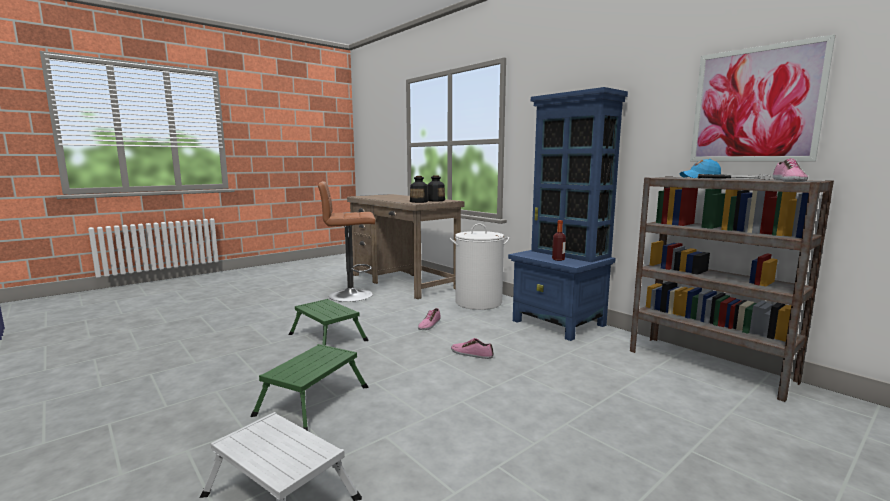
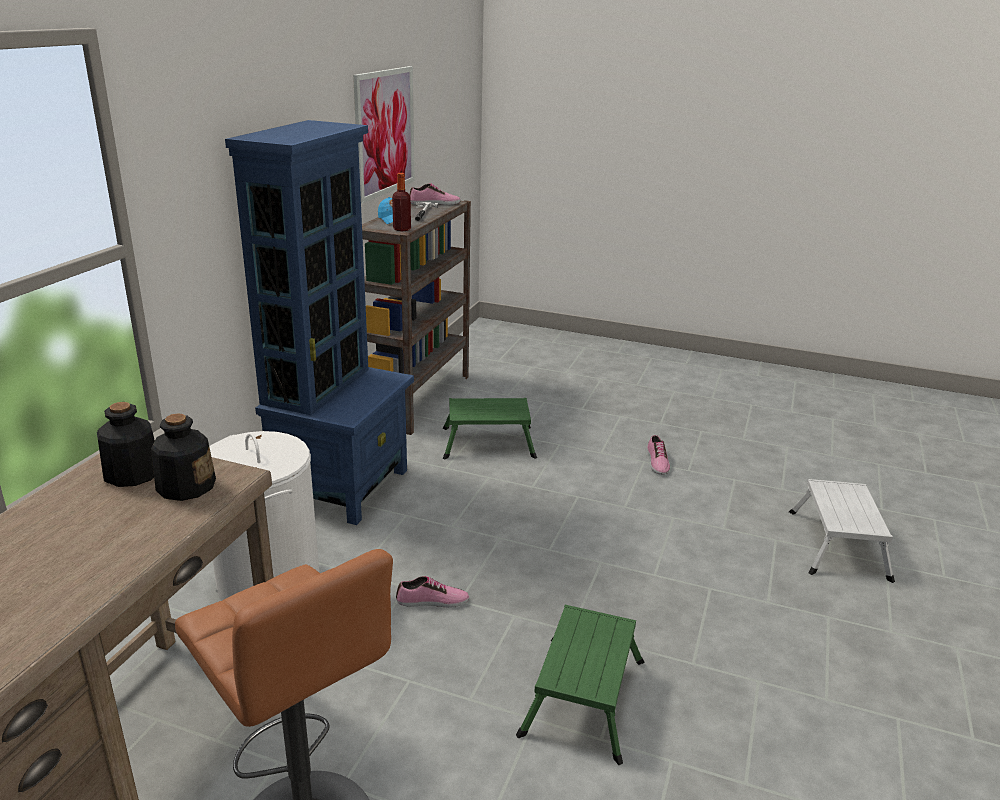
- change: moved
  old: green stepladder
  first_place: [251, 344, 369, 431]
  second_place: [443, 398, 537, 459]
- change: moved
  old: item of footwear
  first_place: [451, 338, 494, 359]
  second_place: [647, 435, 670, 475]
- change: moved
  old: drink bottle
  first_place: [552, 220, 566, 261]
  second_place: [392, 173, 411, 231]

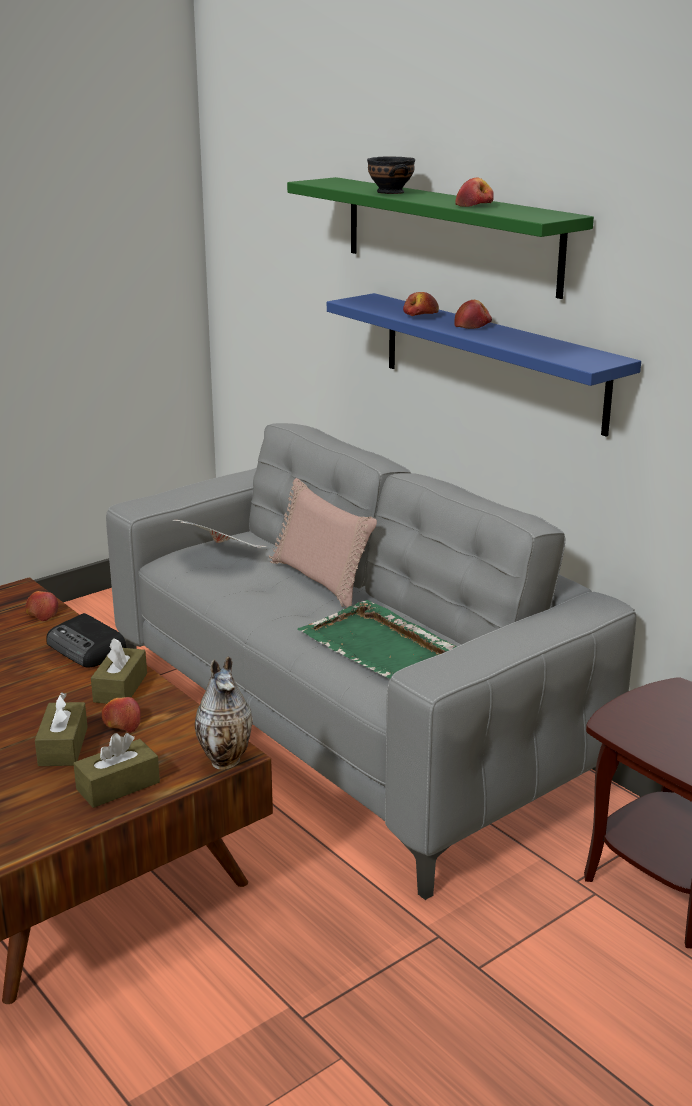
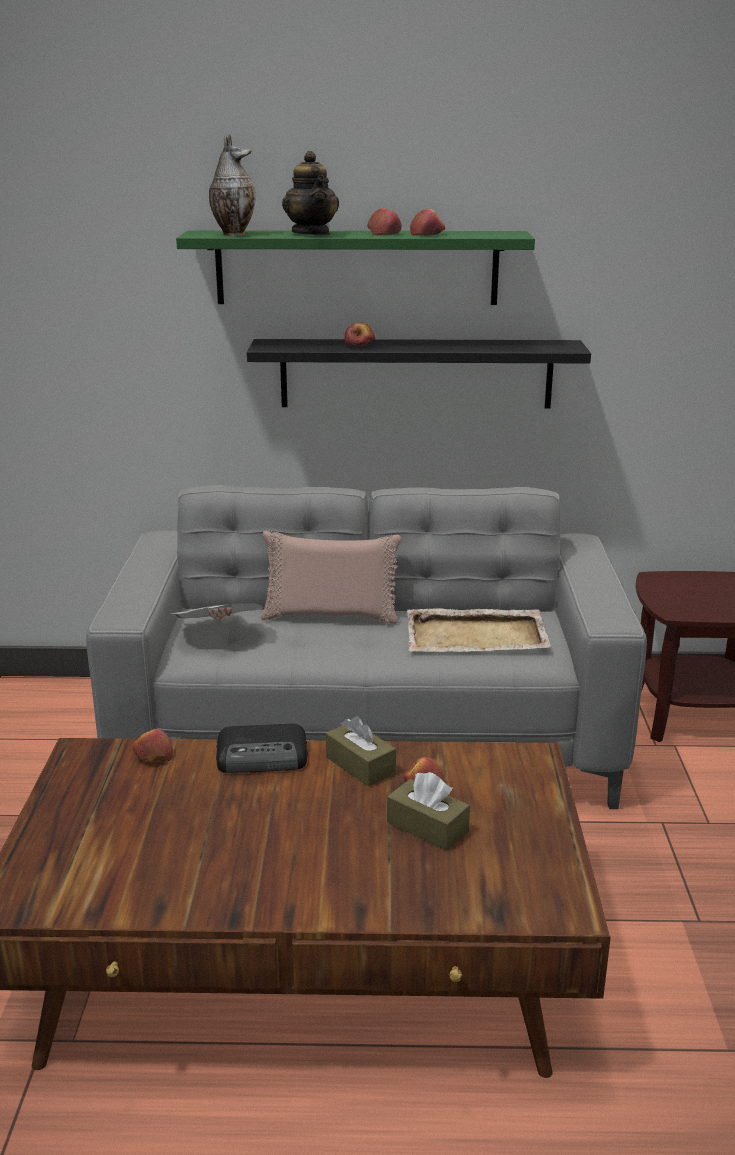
- change: removed
  old: brown box of tissues
  first_place: [73, 733, 160, 808]
- change: moved
  old: decorative vase
  first_place: [195, 657, 253, 770]
  second_place: [209, 134, 256, 236]
- change: moved
  old: apple
  first_place: [454, 300, 492, 329]
  second_place: [368, 208, 402, 235]
- change: replaced
  old: blackish bowl
  new: teapot
  first_place: [367, 156, 415, 194]
  second_place: [282, 151, 339, 235]
- change: recoloured
  old: green carrying tray
  new: beige carrying tray
  first_place: [297, 600, 457, 679]
  second_place: [407, 608, 551, 652]
- change: recoloured
  old: blue bracket shelf
  new: blackish bracket shelf
  first_place: [327, 293, 641, 437]
  second_place: [247, 339, 591, 409]

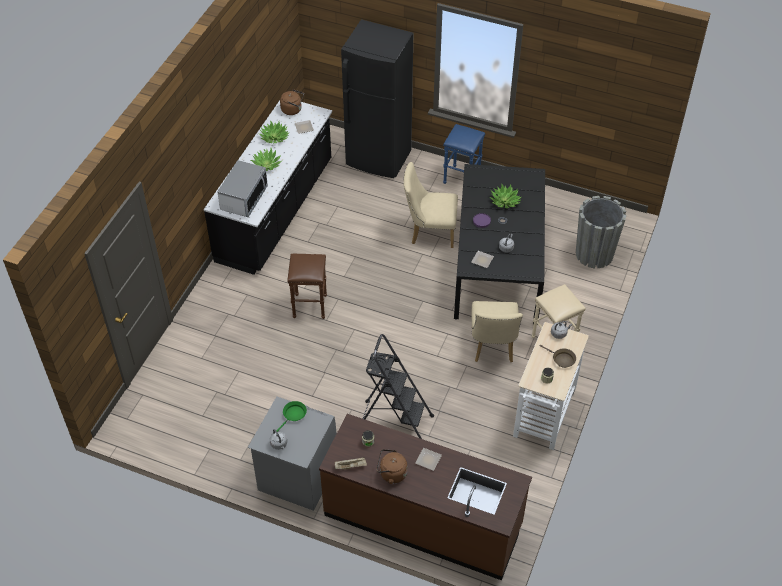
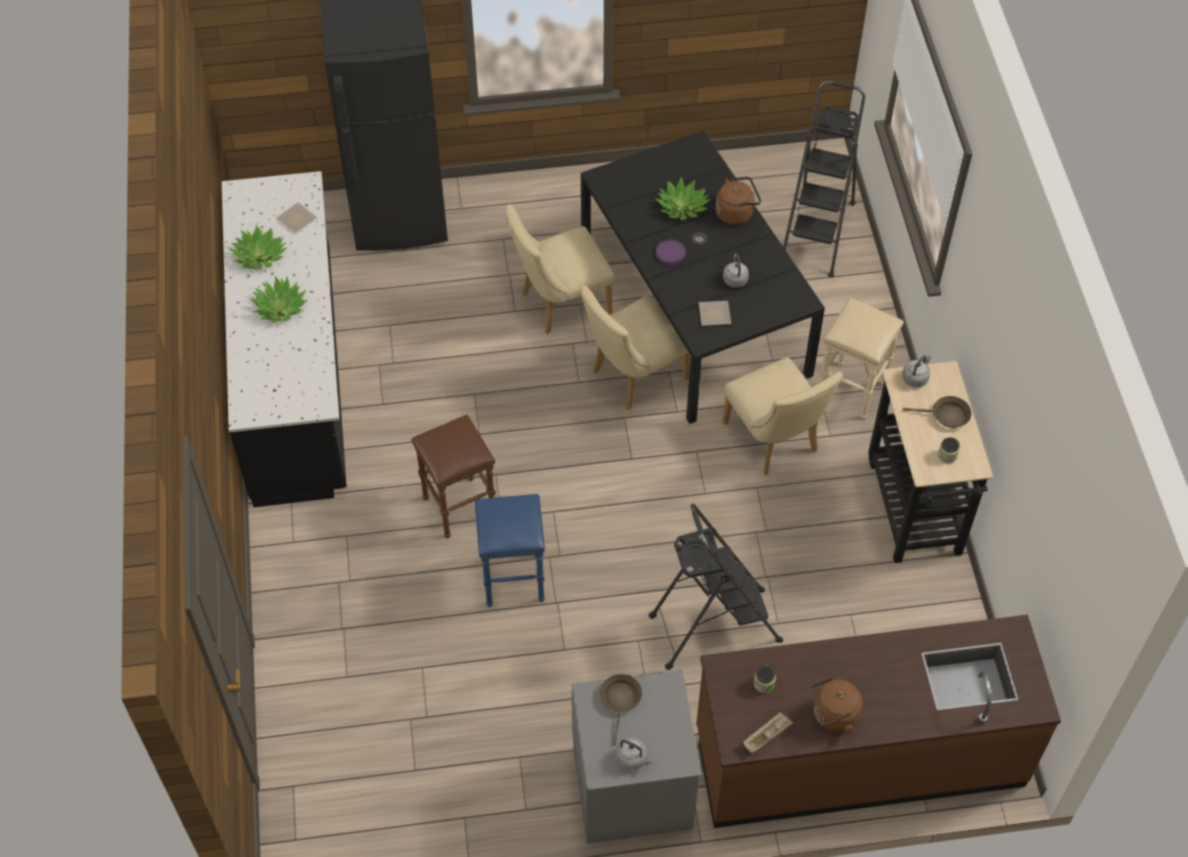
- change: removed
  old: microwave oven
  first_place: [217, 160, 268, 217]
- change: removed
  old: dinner plate
  first_place: [415, 448, 442, 471]
- change: added
  new: beige plain chair
  second_place: [580, 285, 690, 410]
- change: moved
  old: brown kettle
  first_place: [280, 89, 304, 115]
  second_place: [716, 177, 761, 225]
- change: moved
  old: blue stool
  first_place: [443, 124, 485, 184]
  second_place: [475, 494, 545, 607]
- change: replaced
  old: greyish planter
  new: stepladder
  first_place: [576, 196, 626, 269]
  second_place: [783, 81, 865, 278]
- change: recoloured
  old: green pan
  new: brown pan
  first_place: [276, 401, 307, 432]
  second_place: [600, 674, 642, 745]
- change: recoloured
  old: whitish trolley
  new: blackish trolley
  first_place: [513, 322, 589, 450]
  second_place: [868, 361, 993, 563]

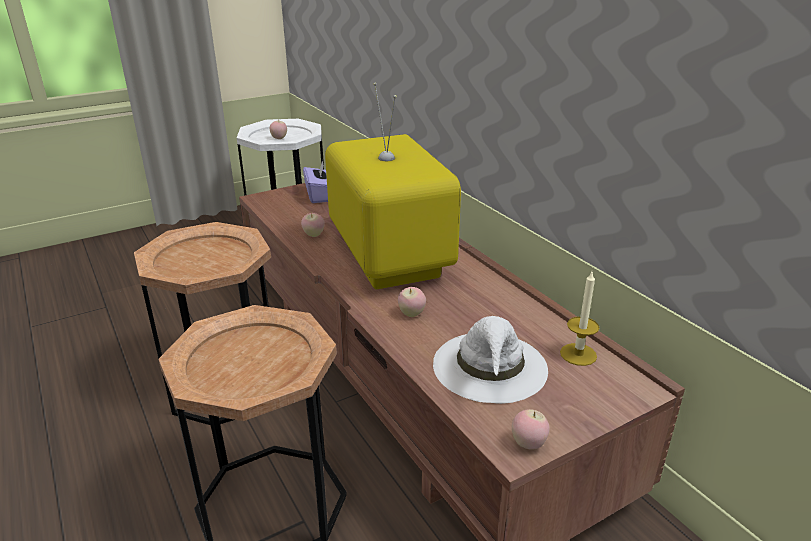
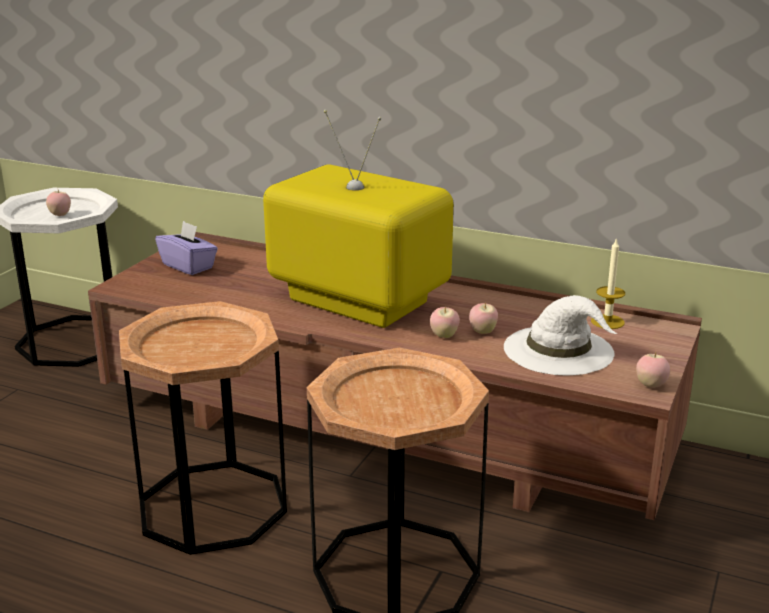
- change: moved
  old: apple
  first_place: [301, 212, 325, 237]
  second_place: [469, 303, 498, 334]

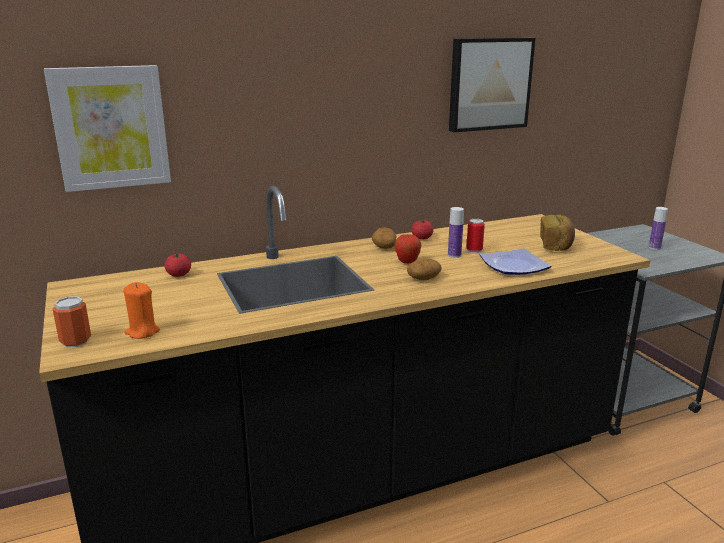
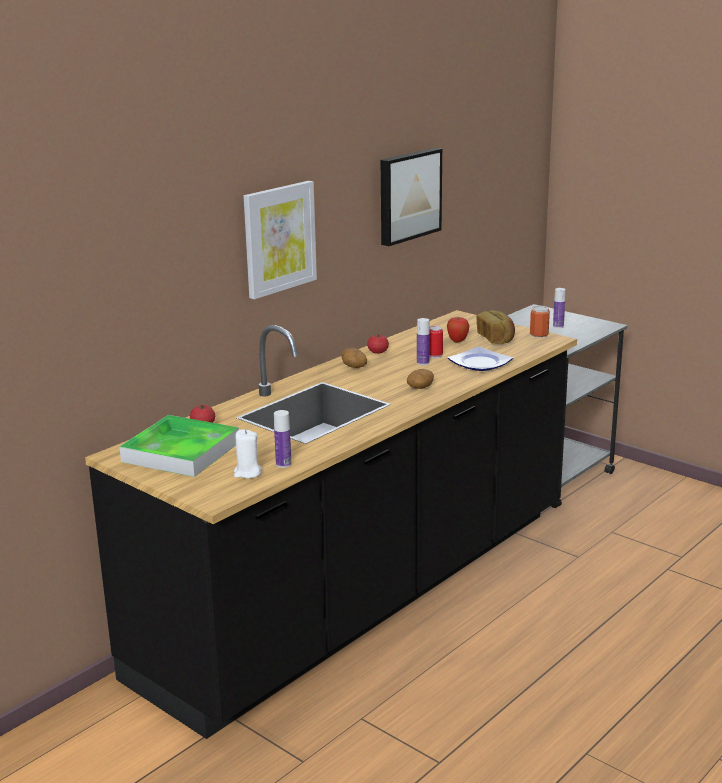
- change: added
  new: carrying tray
  second_place: [119, 415, 239, 477]
- change: added
  new: drink bottle
  second_place: [274, 410, 291, 468]
- change: moved
  old: picture
  first_place: [44, 65, 171, 192]
  second_place: [244, 181, 317, 299]
- change: moved
  old: metal can
  first_place: [53, 296, 91, 347]
  second_place: [530, 306, 550, 338]
- change: moved
  old: apple
  first_place: [395, 234, 421, 264]
  second_place: [447, 317, 469, 342]
- change: recoloured
  old: orangey candle
  new: whitish candle
  first_place: [124, 282, 160, 339]
  second_place: [234, 430, 262, 479]

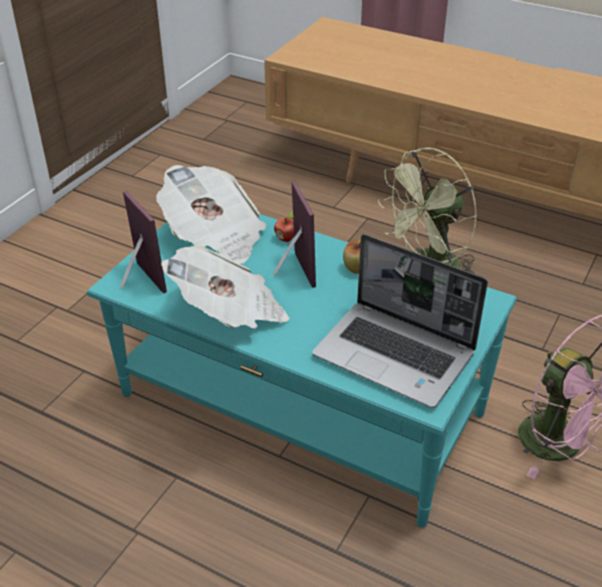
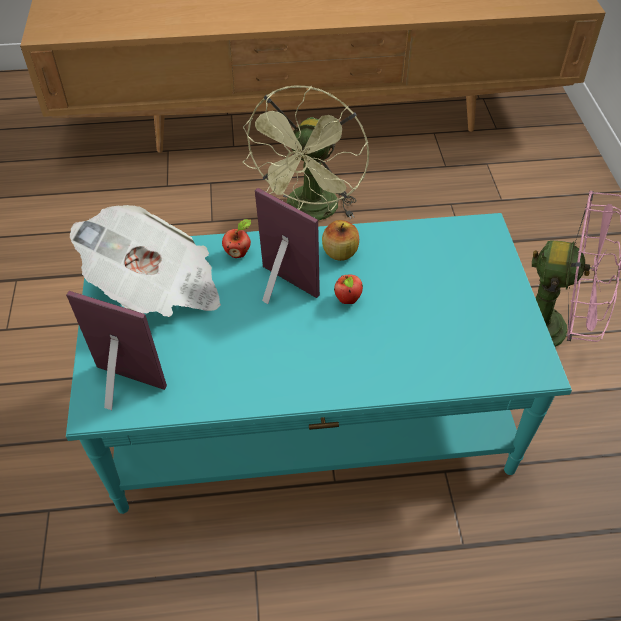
- change: removed
  old: printed paper
  first_place: [161, 246, 290, 328]
- change: removed
  old: notebook computer
  first_place: [312, 234, 488, 408]
- change: added
  new: apple
  second_place: [334, 275, 363, 304]

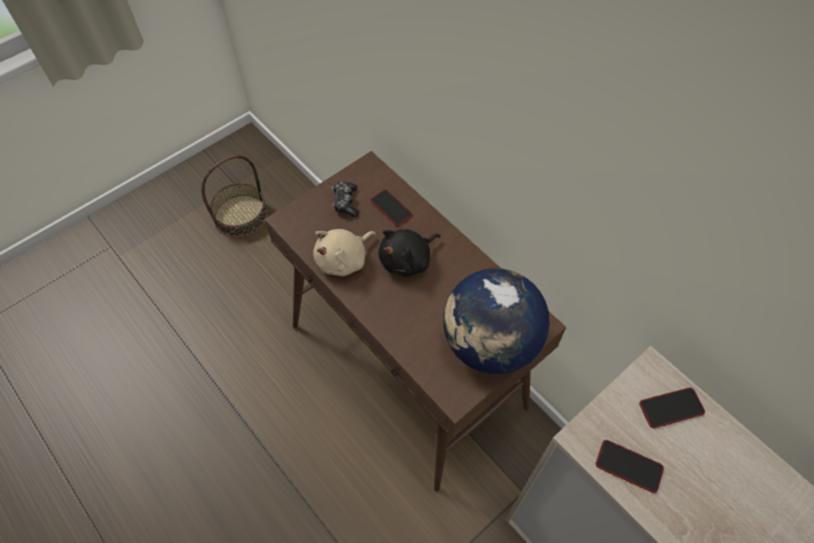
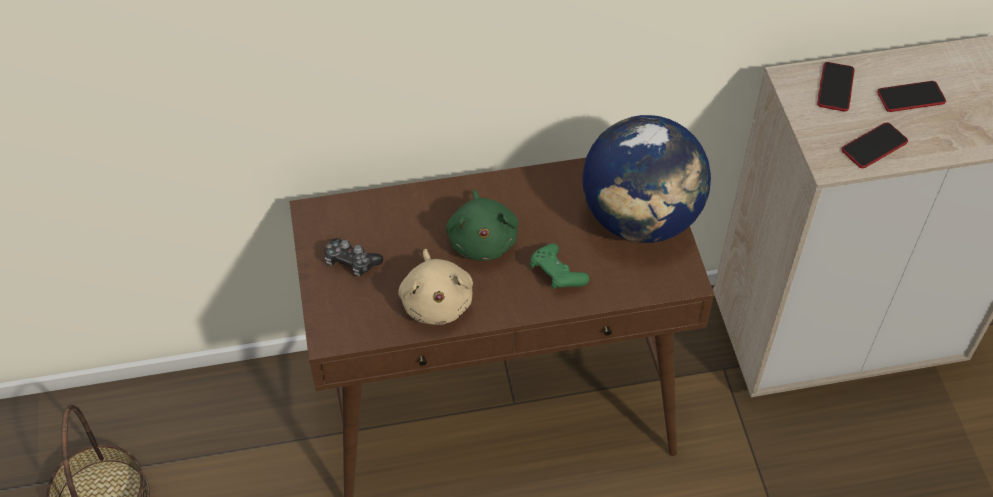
- change: added
  new: green gamepad
  second_place: [530, 243, 589, 289]
- change: moved
  old: telephone
  first_place: [370, 190, 413, 226]
  second_place: [877, 81, 946, 112]
- change: recoloured
  old: blackish soft toy
  new: green soft toy
  first_place: [378, 229, 441, 277]
  second_place: [446, 189, 518, 261]

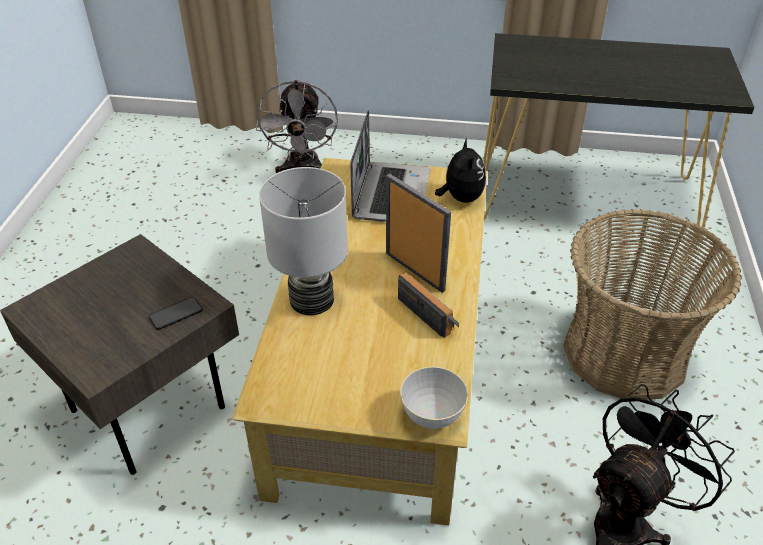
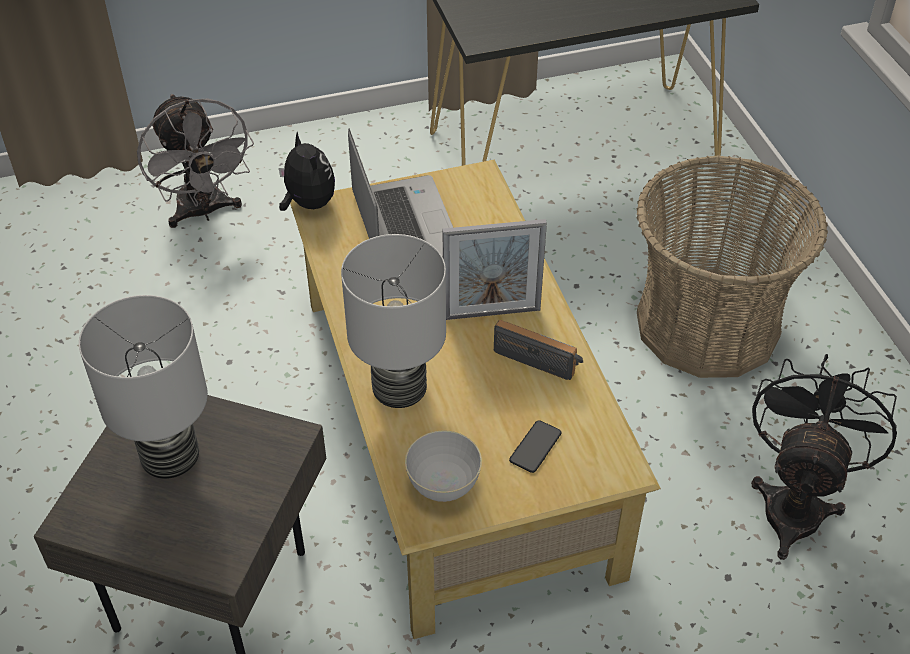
- change: added
  new: greyish tabletop lamp
  second_place: [79, 295, 208, 479]
- change: moved
  old: telephone
  first_place: [149, 297, 202, 330]
  second_place: [509, 420, 562, 473]
- change: moved
  old: greyish bowl
  first_place: [400, 367, 468, 429]
  second_place: [405, 430, 482, 502]
- change: moved
  old: soft toy
  first_place: [435, 138, 486, 203]
  second_place: [279, 132, 335, 211]
- change: turned
  old: standing frame
  first_place: [386, 174, 451, 293]
  second_place: [442, 219, 547, 320]
  degrees: 150

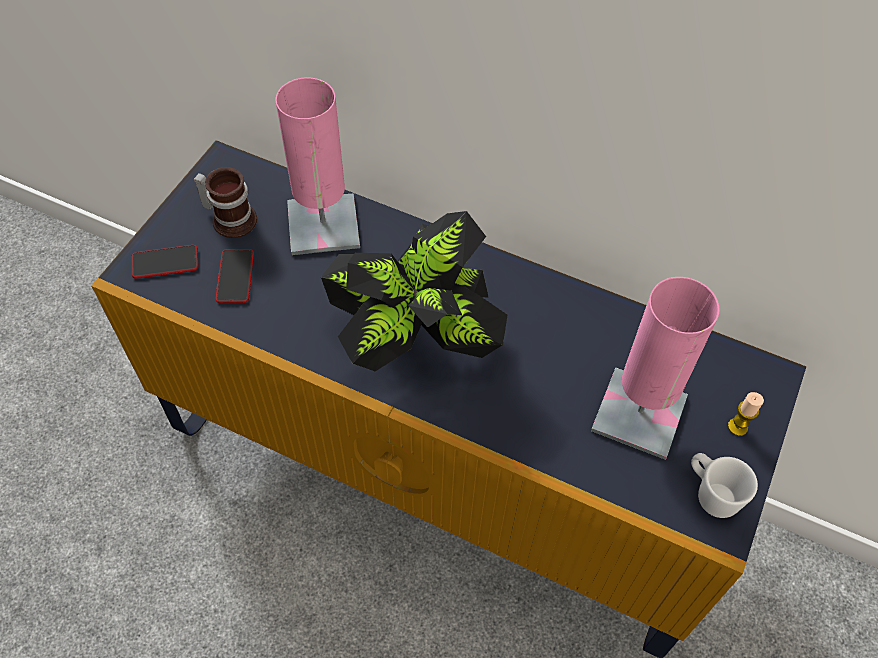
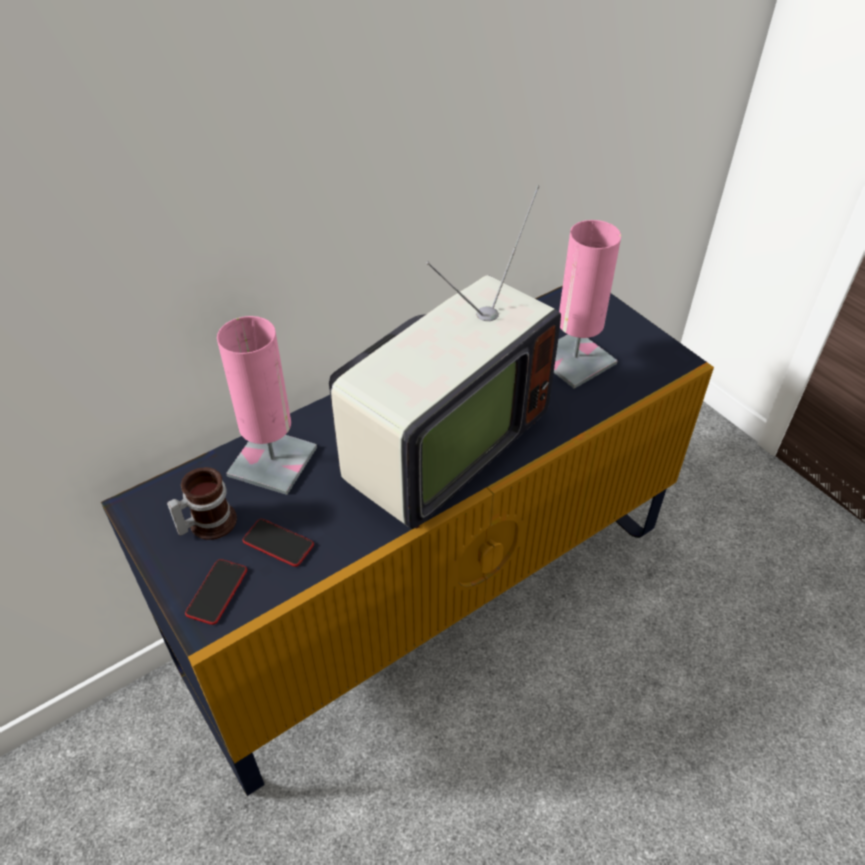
- change: removed
  old: whitish tea mug
  first_place: [691, 453, 758, 518]
- change: removed
  old: candle
  first_place: [728, 392, 764, 436]
- change: replaced
  old: houseplant
  new: TV set
  first_place: [321, 211, 507, 371]
  second_place: [329, 185, 561, 529]

